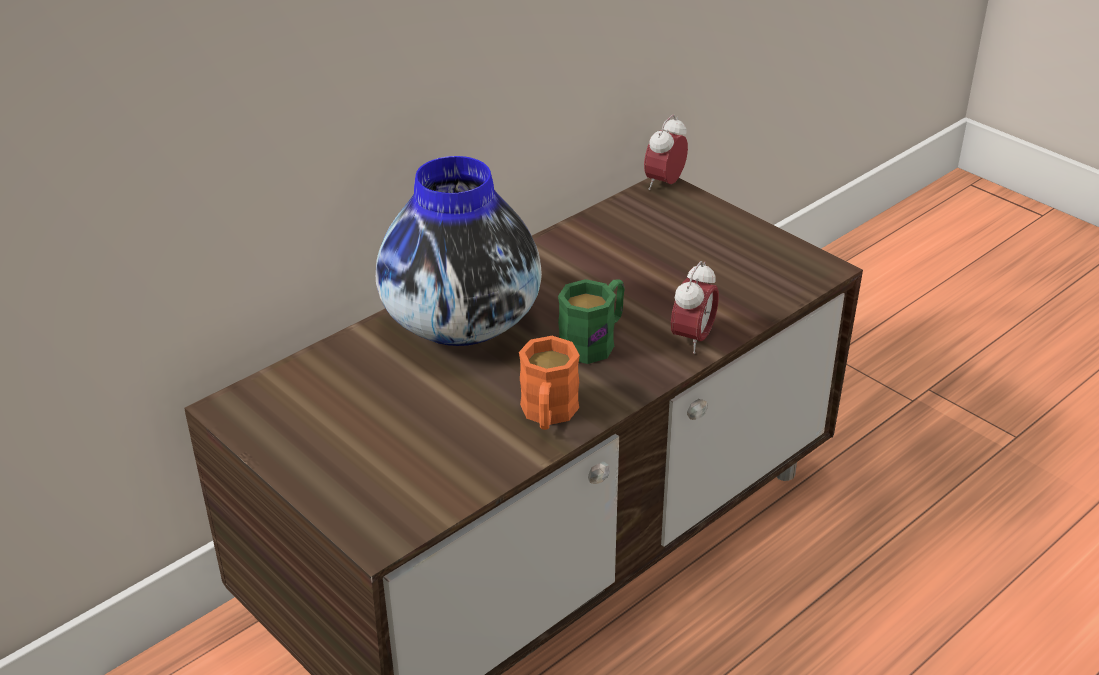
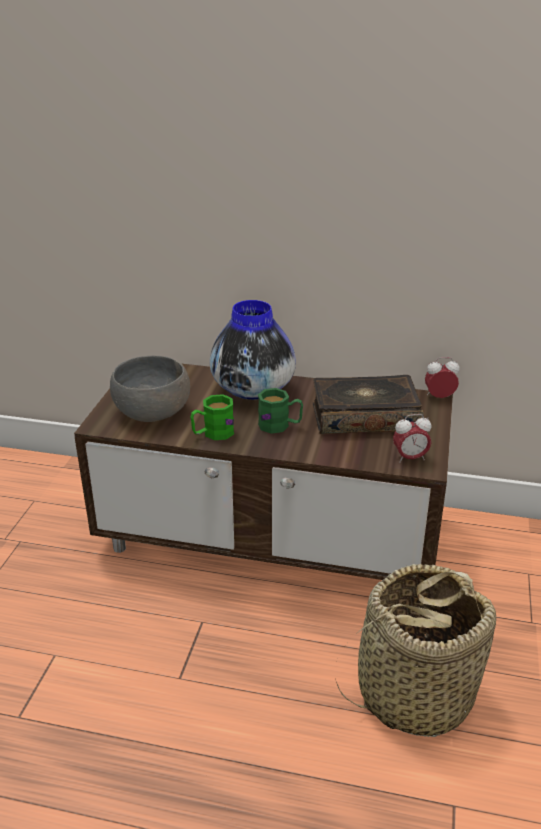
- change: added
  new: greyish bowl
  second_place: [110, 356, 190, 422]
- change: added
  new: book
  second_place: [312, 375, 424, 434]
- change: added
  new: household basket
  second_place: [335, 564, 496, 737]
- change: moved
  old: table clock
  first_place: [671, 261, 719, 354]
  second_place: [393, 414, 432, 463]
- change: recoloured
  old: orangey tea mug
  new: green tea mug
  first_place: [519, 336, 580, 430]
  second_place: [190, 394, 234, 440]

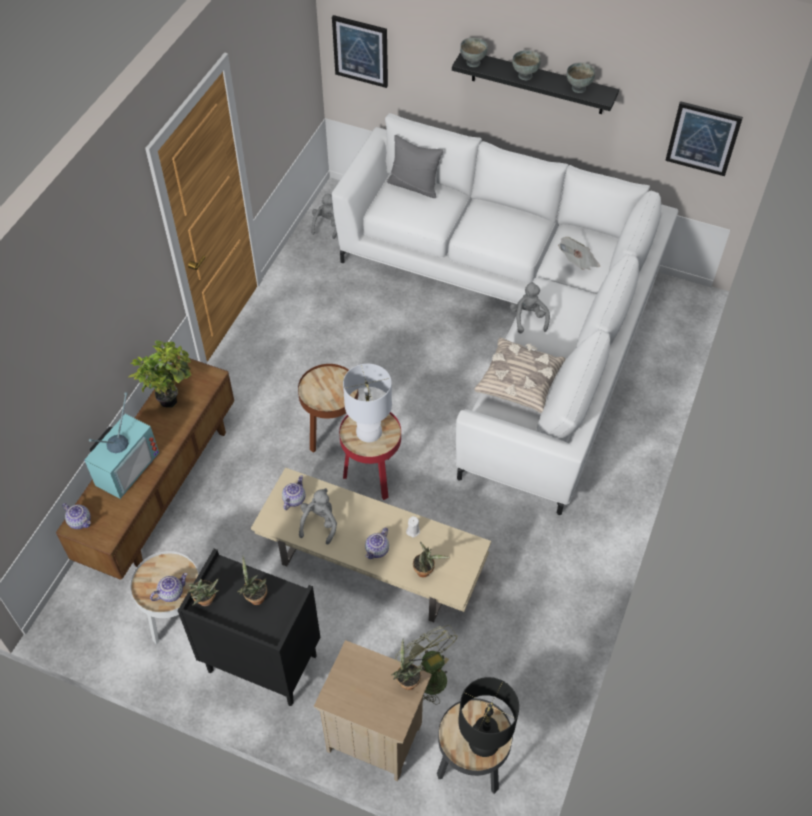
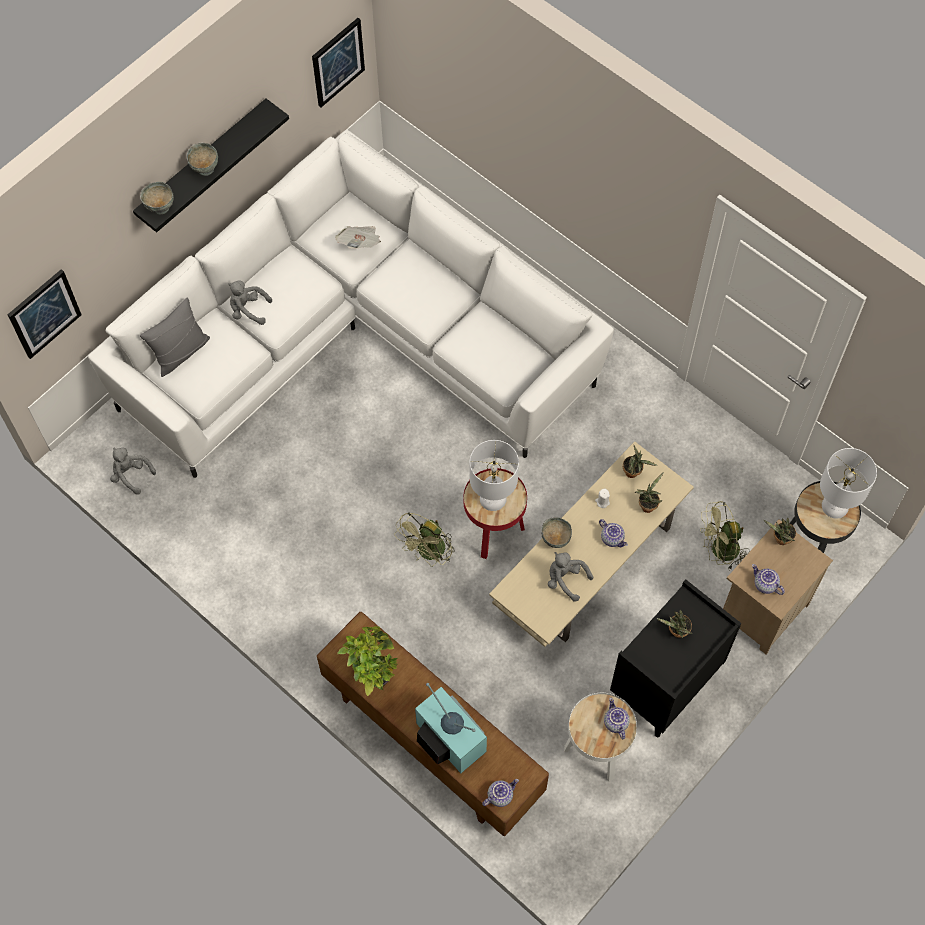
- change: removed
  old: beige cushion
  first_place: [475, 338, 566, 413]
- change: moved
  old: houseplant
  first_place: [187, 578, 219, 606]
  second_place: [623, 445, 657, 478]
- change: moved
  old: teapot
  first_place: [282, 475, 305, 510]
  second_place: [752, 564, 785, 595]
- change: moved
  old: greyish soft toy
  first_place: [510, 282, 550, 334]
  second_place: [228, 280, 272, 325]
- change: moved
  old: greyish bowl
  first_place: [566, 62, 595, 93]
  second_place: [541, 517, 572, 548]
- change: replaced
  old: brown side table
  new: green electric fan
  first_place: [298, 364, 358, 453]
  second_place: [394, 512, 455, 567]
- change: recoloured
  old: blackish tabletop lamp
  new: whitish tabletop lamp
  first_place: [458, 677, 519, 757]
  second_place: [820, 448, 877, 518]

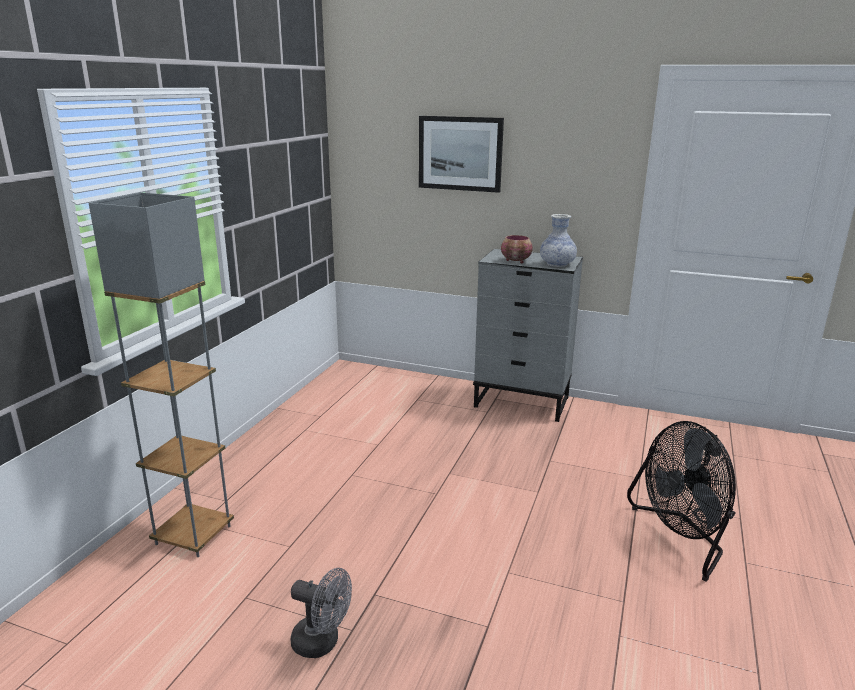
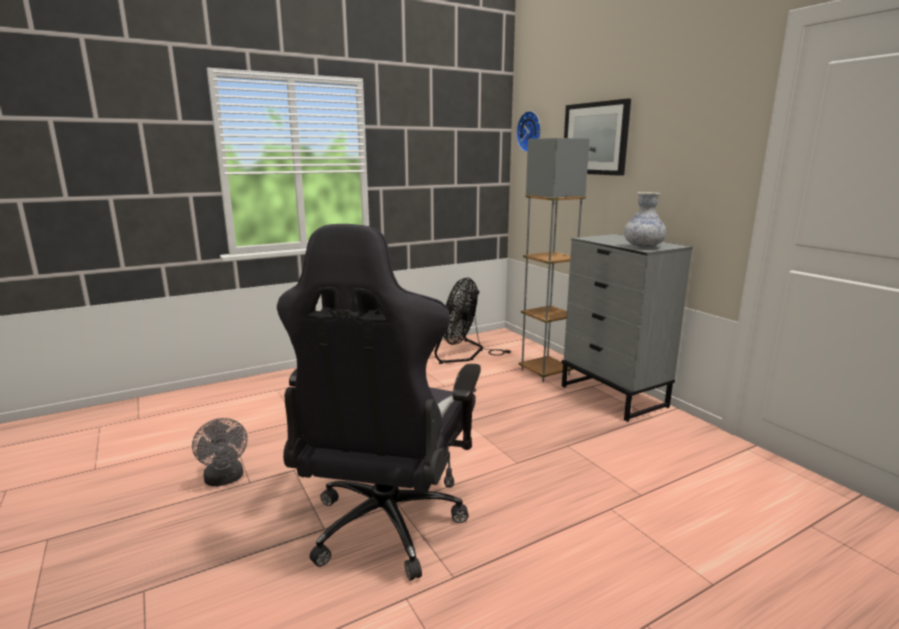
- change: removed
  old: bowl
  first_place: [501, 235, 533, 263]
- change: added
  new: blackish computer chair
  second_place: [277, 224, 481, 581]
- change: added
  new: wall clock
  second_place: [516, 111, 541, 152]
- change: moved
  old: greyish standard lamp
  first_place: [89, 192, 234, 557]
  second_place: [519, 138, 590, 382]
- change: moved
  old: blackish electric fan
  first_place: [627, 421, 736, 582]
  second_place: [434, 278, 511, 364]

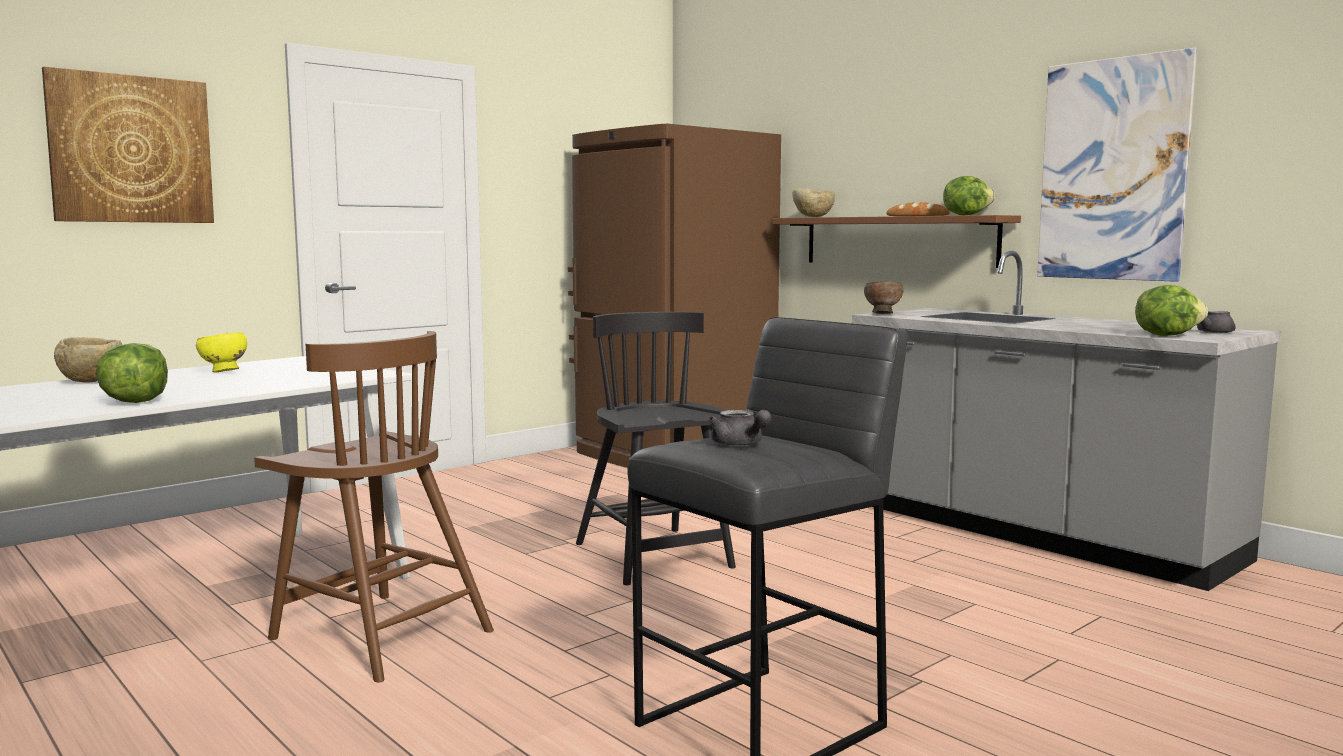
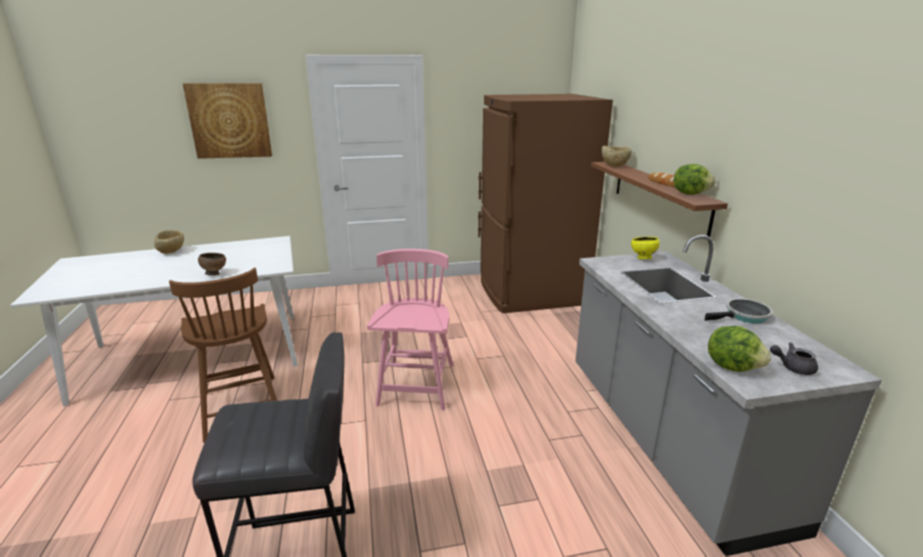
- change: removed
  old: lettuce
  first_place: [96, 343, 168, 403]
- change: removed
  old: greyish teapot
  first_place: [709, 410, 772, 446]
- change: removed
  old: picture
  first_place: [1037, 48, 1197, 282]
- change: added
  new: pan
  second_place: [705, 299, 773, 324]
- change: moved
  old: yellow bowl
  first_place: [196, 332, 247, 372]
  second_place: [631, 237, 660, 260]
- change: moved
  old: brown bowl
  first_place: [864, 281, 903, 314]
  second_place: [198, 253, 226, 276]
- change: recoloured
  old: blackish plain chair
  new: pink-coloured plain chair
  first_place: [576, 312, 736, 585]
  second_place: [367, 249, 453, 410]

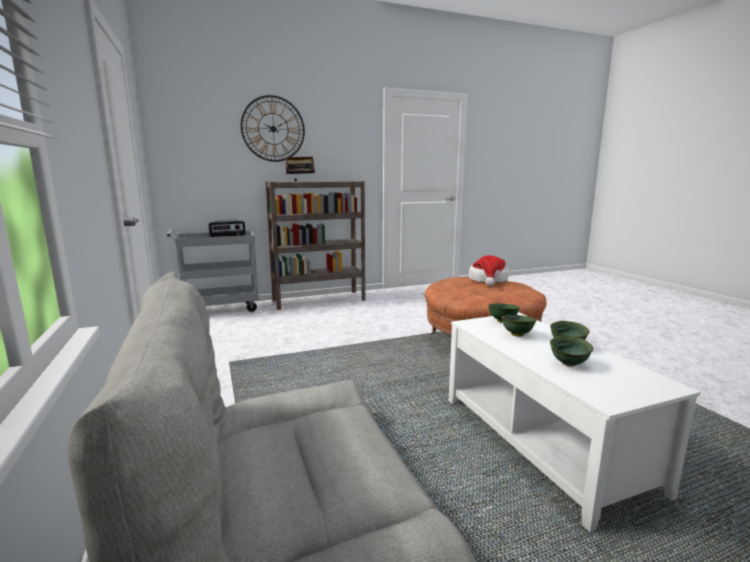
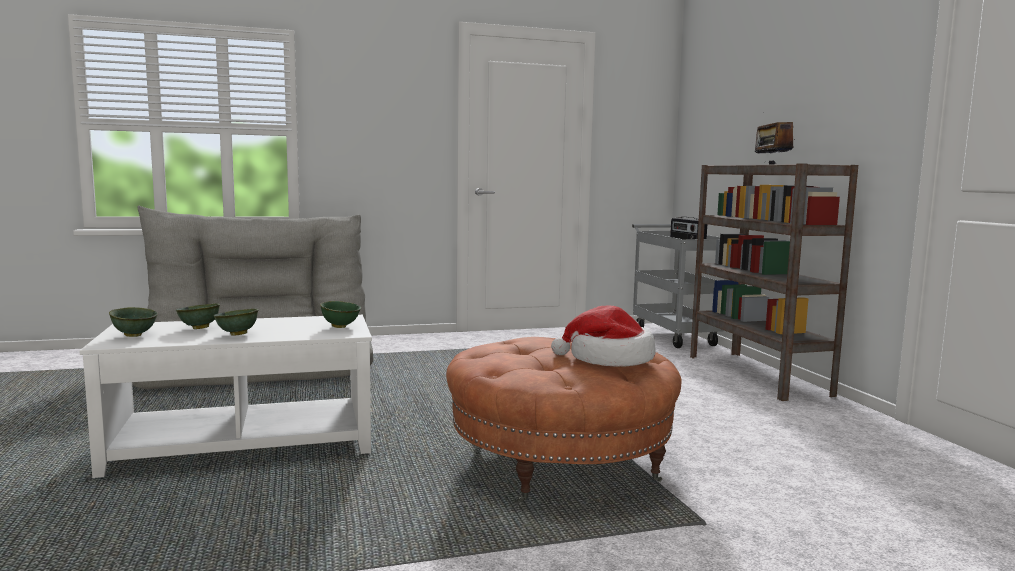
- change: removed
  old: wall clock
  first_place: [241, 95, 305, 162]
- change: moved
  old: green bowl
  first_place: [501, 315, 537, 336]
  second_place: [109, 307, 158, 337]

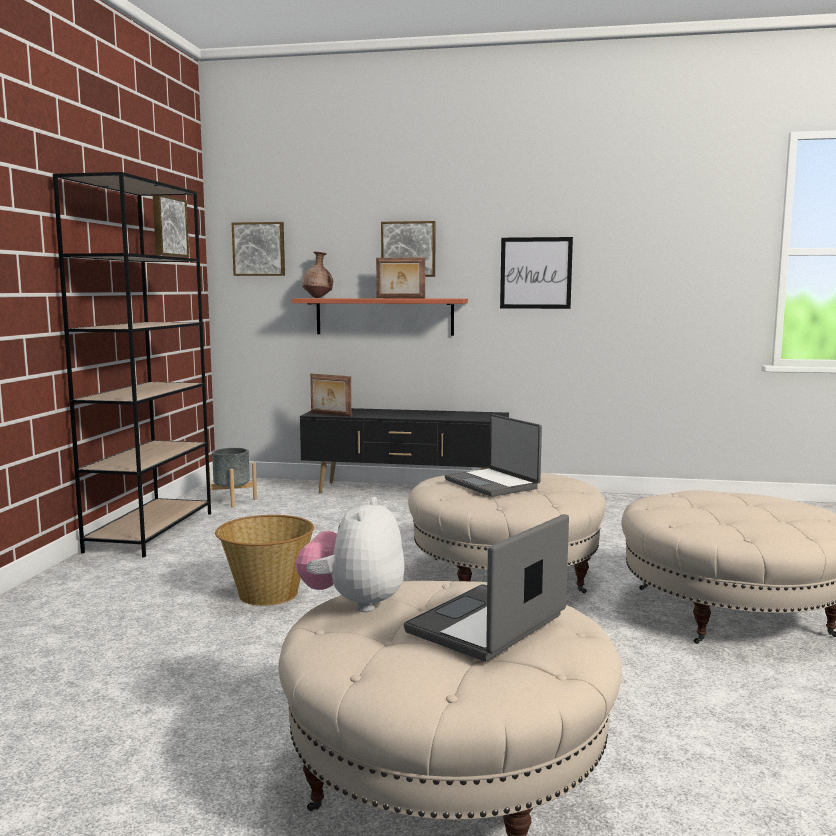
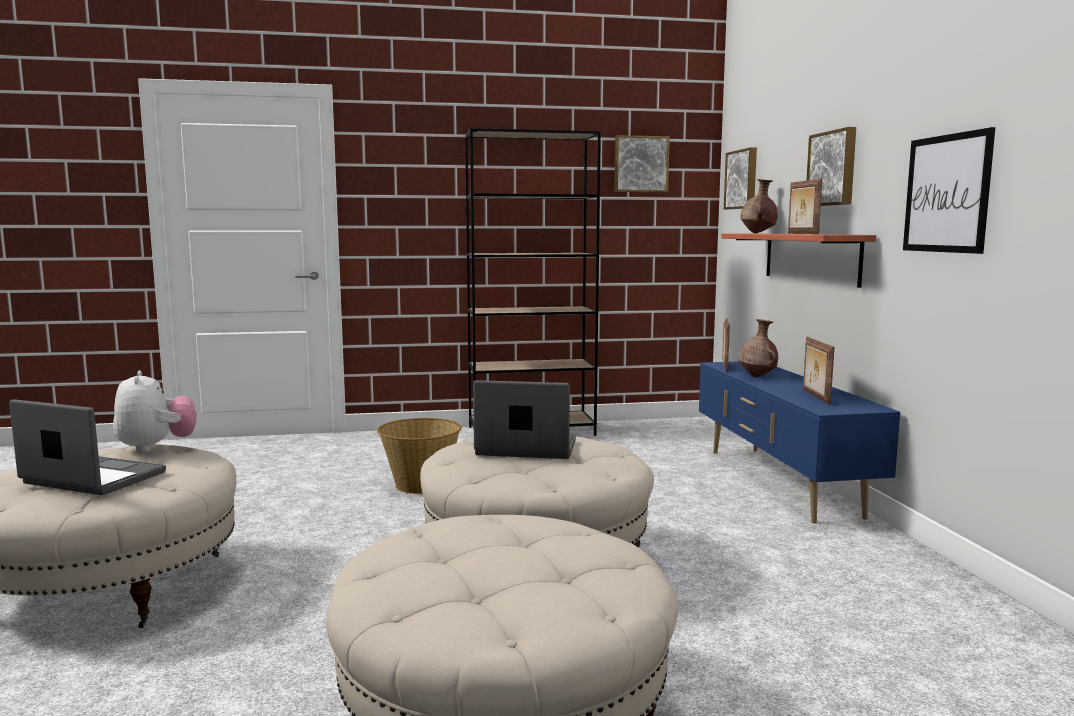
- change: removed
  old: greyish planter
  first_place: [206, 448, 257, 507]
- change: added
  new: brown decorative vase
  second_place: [738, 319, 778, 377]
- change: added
  new: standing frame
  second_place: [803, 337, 834, 405]
- change: recoloured
  old: blackish tv unit
  new: blue tv unit
  first_place: [300, 408, 509, 493]
  second_place: [699, 361, 900, 523]
- change: turned
  old: soft toy
  first_place: [296, 497, 405, 612]
  second_place: [113, 370, 197, 453]
  degrees: 75
- change: turned
  old: notebook computer
  first_place: [445, 414, 542, 497]
  second_place: [473, 380, 576, 459]
  degrees: 60

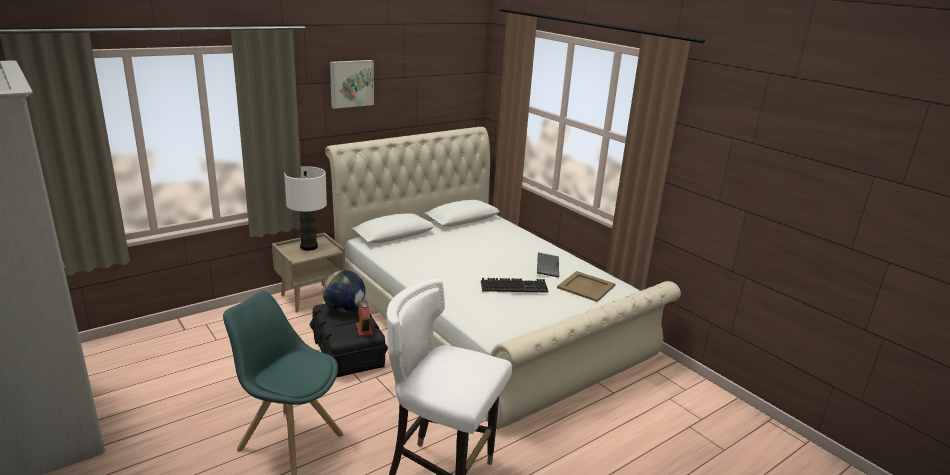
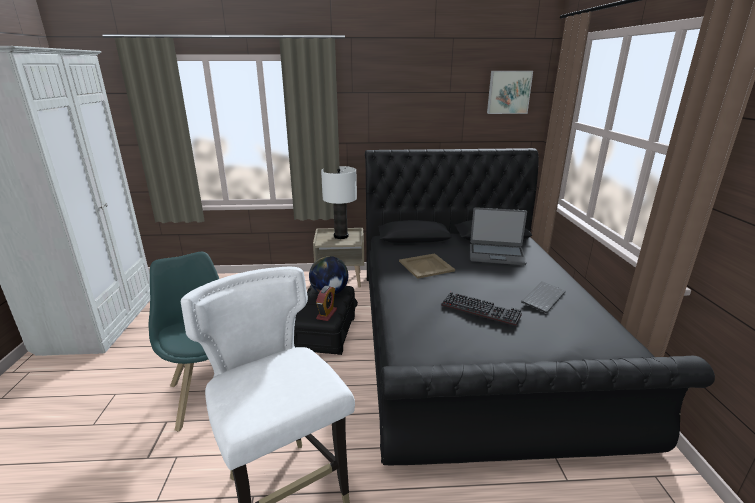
- change: added
  new: notebook computer
  second_place: [470, 207, 527, 265]
- change: moved
  old: picture
  first_place: [330, 60, 374, 109]
  second_place: [487, 71, 533, 114]
- change: moved
  old: beige carrying tray
  first_place: [557, 271, 615, 302]
  second_place: [399, 253, 455, 279]
- change: recoloured
  old: beige sleeping bed
  new: blackish sleeping bed
  first_place: [325, 127, 681, 430]
  second_place: [365, 148, 715, 465]

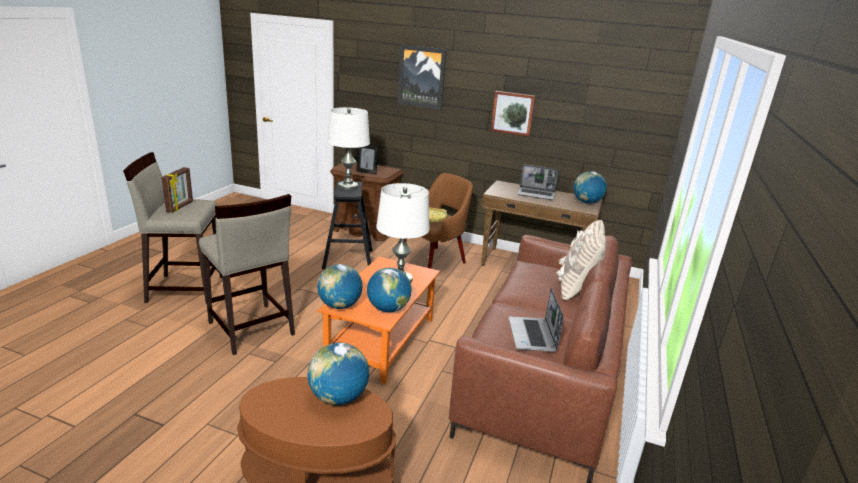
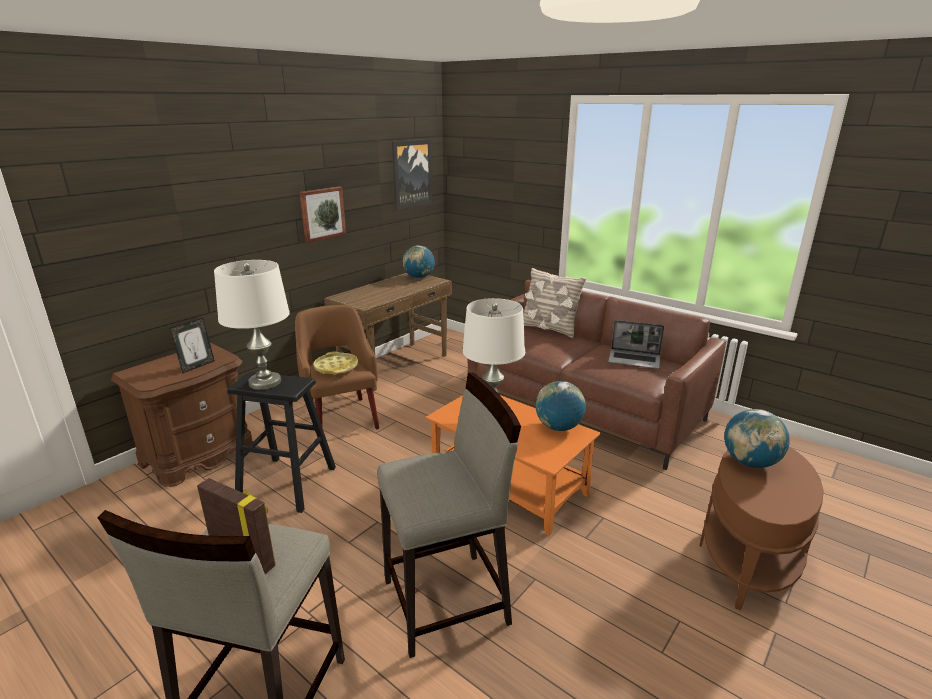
- change: removed
  old: globe
  first_place: [317, 264, 363, 309]
- change: removed
  old: notebook computer
  first_place: [517, 164, 559, 200]
- change: moved
  old: picture
  first_place: [398, 44, 447, 110]
  second_place: [392, 139, 433, 210]

